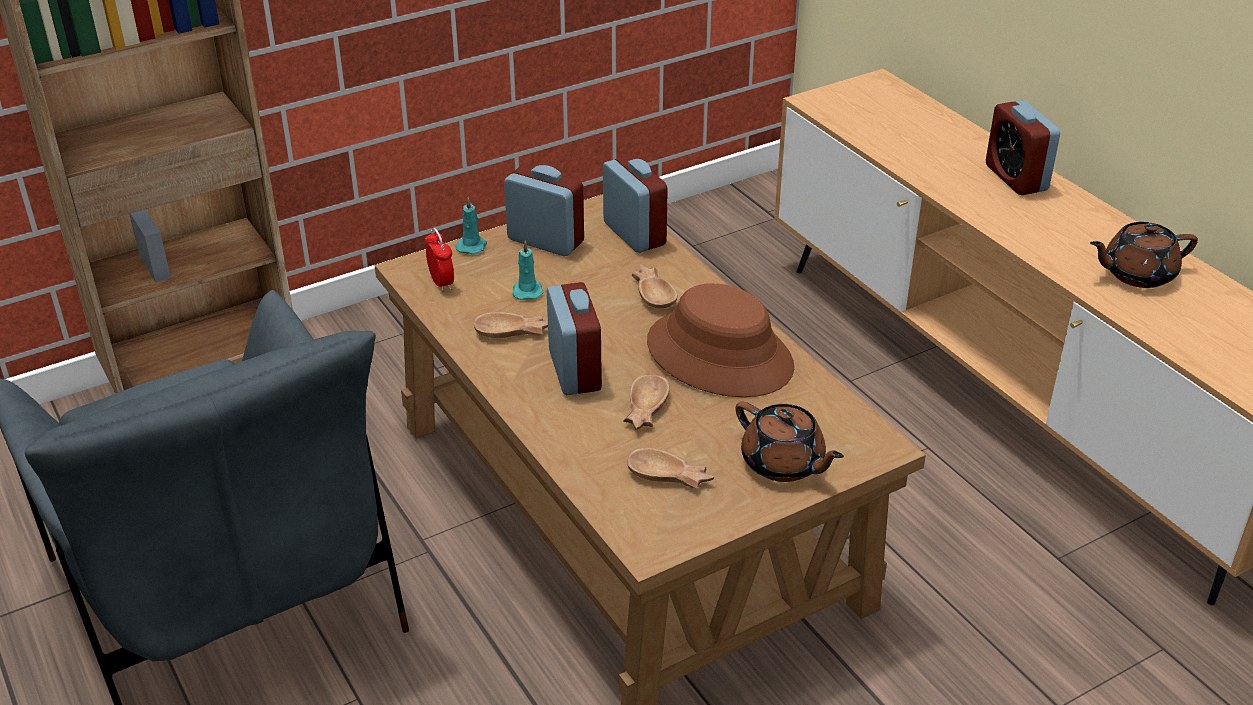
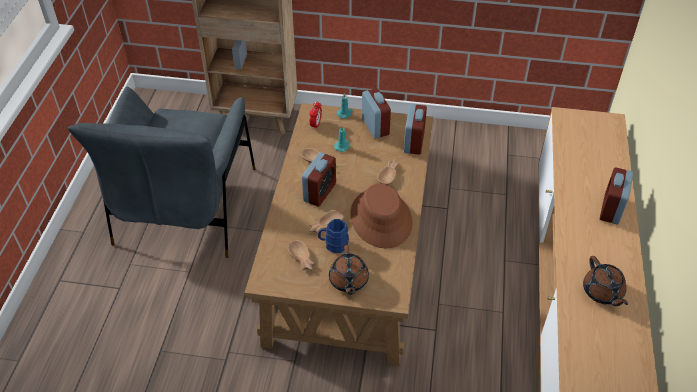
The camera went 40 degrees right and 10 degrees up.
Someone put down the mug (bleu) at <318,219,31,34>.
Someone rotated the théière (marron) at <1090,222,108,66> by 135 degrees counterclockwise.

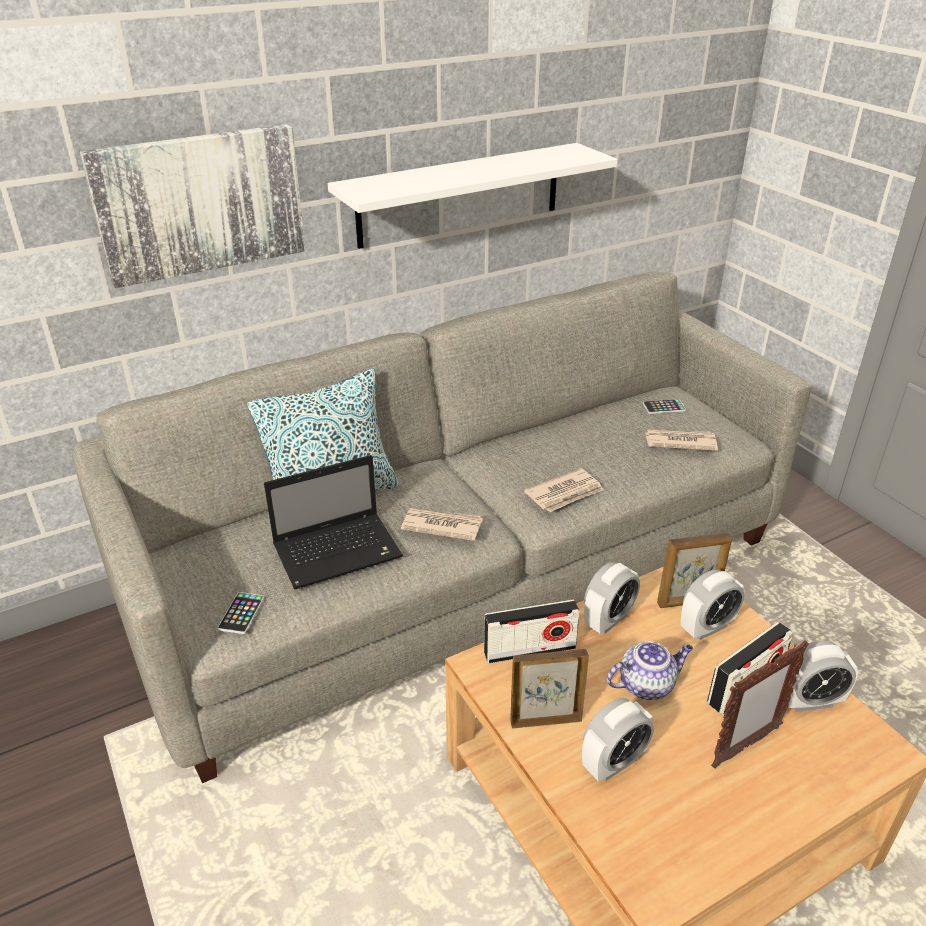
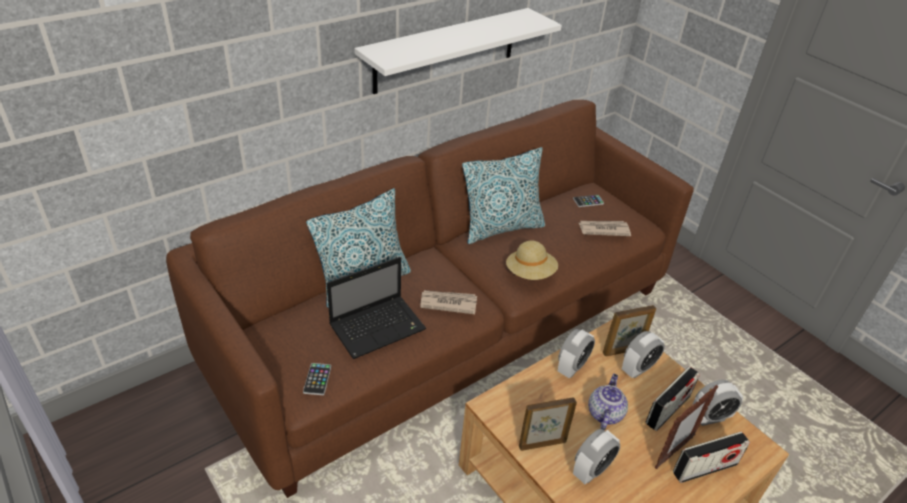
The camera went 10 degrees left and 5 degrees up.
Someone repainted the canapé (gris) at <73,272,739,511>, which became the canapé (marron) at <166,100,528,398>.
Someone put down the coussin at <462,147,83,97>.
Someone swapped the journal at <524,468,80,44> for the chapeau (beige) at <506,241,52,39>.
Someone rotated the théière at <607,641,86,59> by 45 degrees counterclockwise.
Someone carried the radio from <484,600,96,63> to <673,432,77,51>.
Someone took away the tableau at <80,124,226,164>.

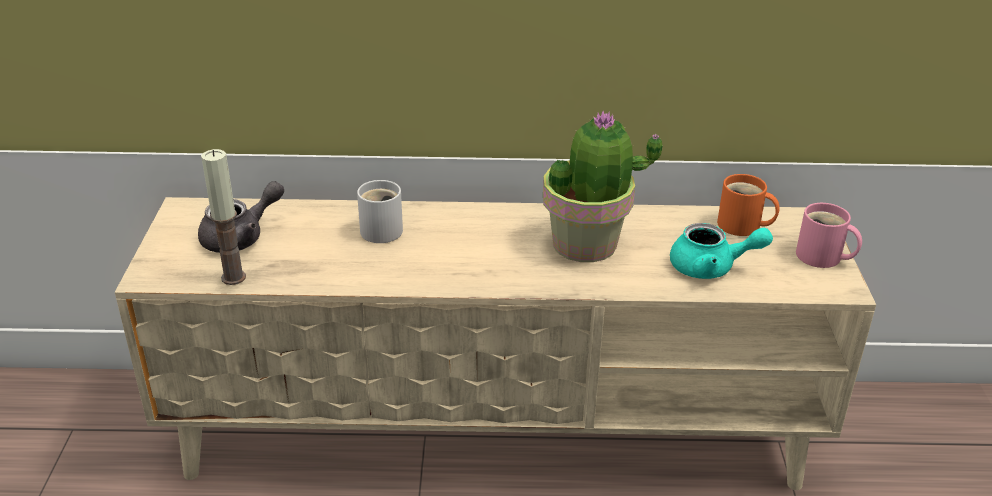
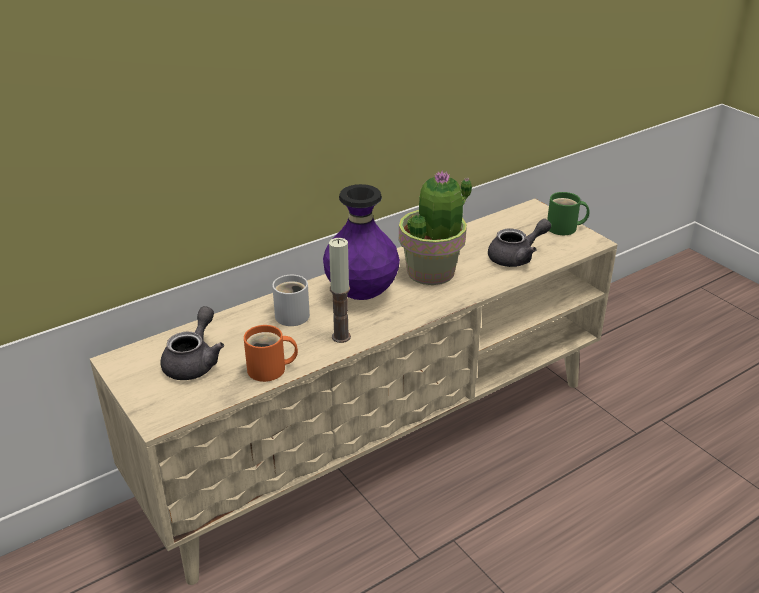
The camera went 35 degrees left and 0 degrees up.
Someone carried the mug (orange) from <717,174,63,62> to <244,325,54,57>.
Someone put down the vase (violet) at <323,184,77,116>.
Someone carried the bougie from <201,149,45,136> to <329,238,22,105>.
Someone repainted the théière (turquoise) at <670,223,103,56>, which became the théière (gris) at <488,219,63,48>.
Someone repainted the mug (rose) at <796,203,66,65>, which became the mug (vert) at <547,192,43,43>.

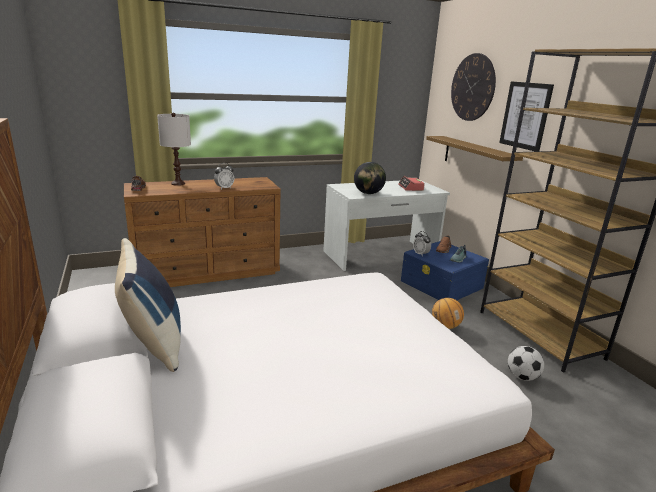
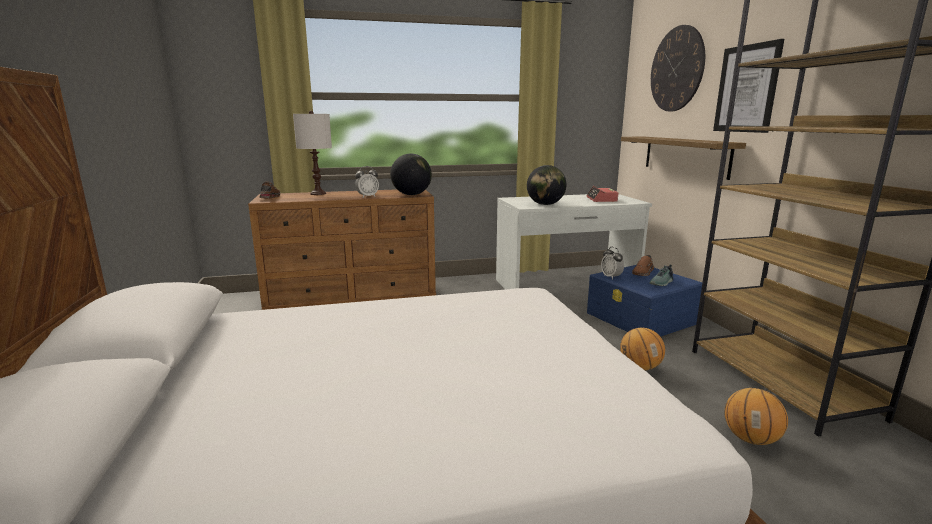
The camera went 10 degrees right and 5 degrees down.
Someone put down the globe at <390,154,42,41>.
Someone swapped the ballon de foot at <508,346,36,35> for the ballon de basket at <724,388,64,57>.
Someone took away the coussin (bleu) at <115,238,66,134>.

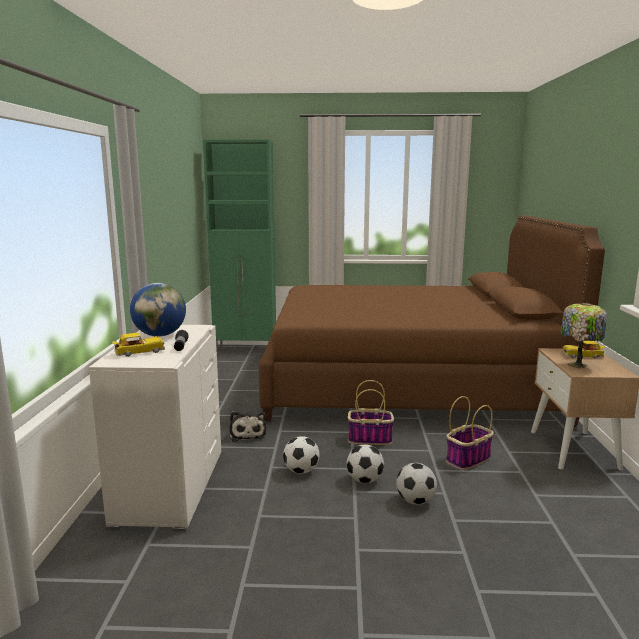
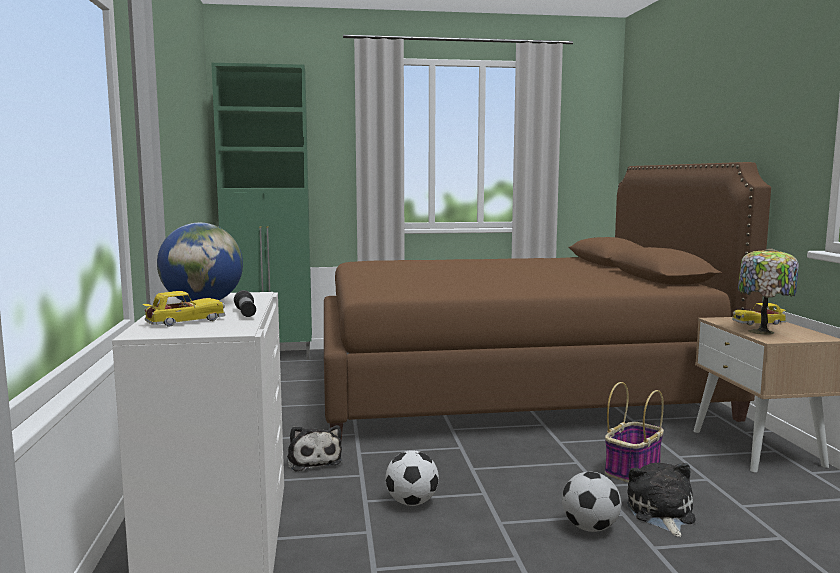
The camera went 10 degrees left and 5 degrees down.
Someone put down the peluche at <627,462,69,75>.
Someone took away the ballon de foot at <346,445,38,38>.
Someone took away the panier at <348,380,46,65>.

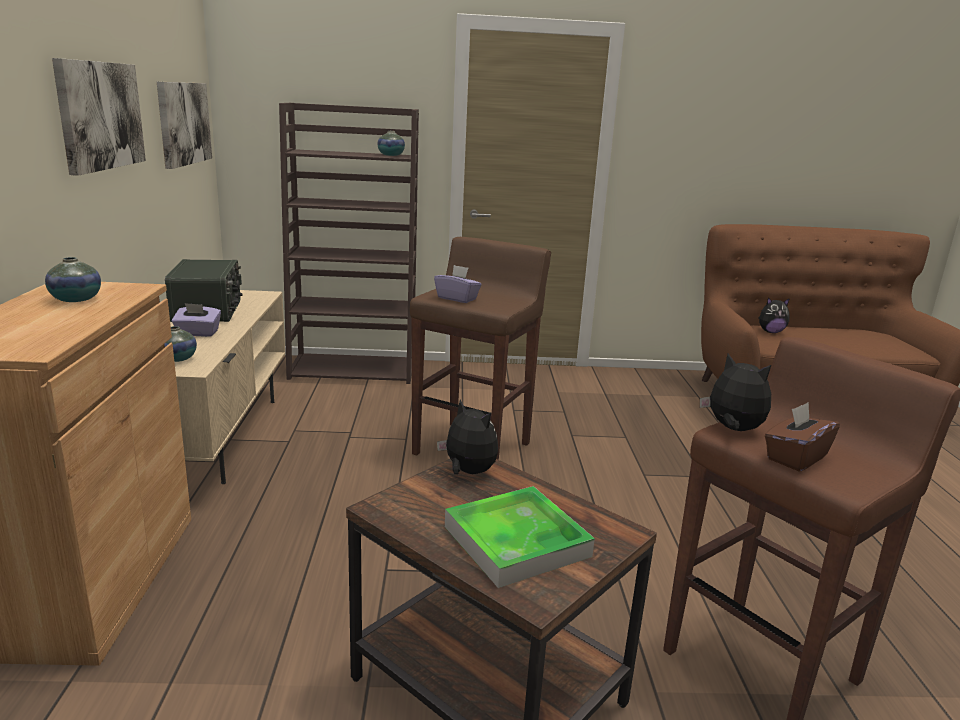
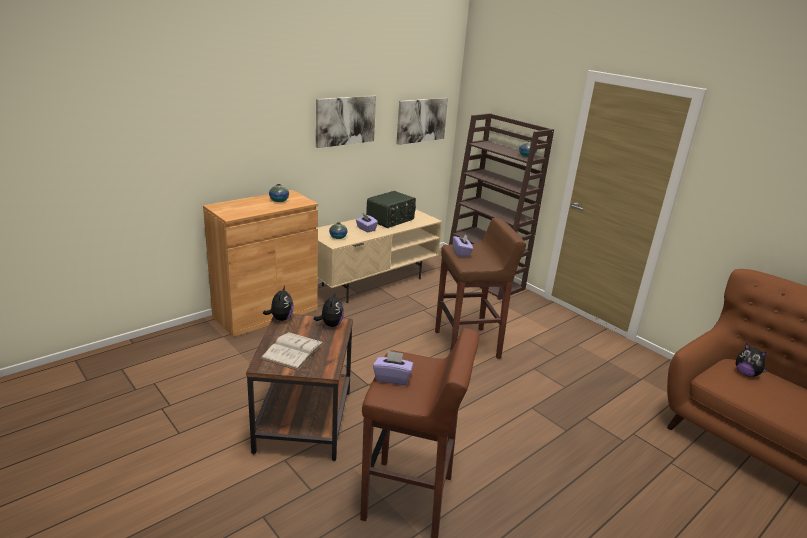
The camera went 50 degrees right and 5 degrees up.
Someone swapped the plateau at <445,486,150,102> for the livre (blanc) at <261,332,63,39>.
Someone carried the peluche from <700,354,71,77> to <263,286,31,35>.
Someone repainted the boîte à mouchoirs (marron) at <765,402,75,69>, which became the boîte à mouchoirs (violet) at <373,351,40,34>.

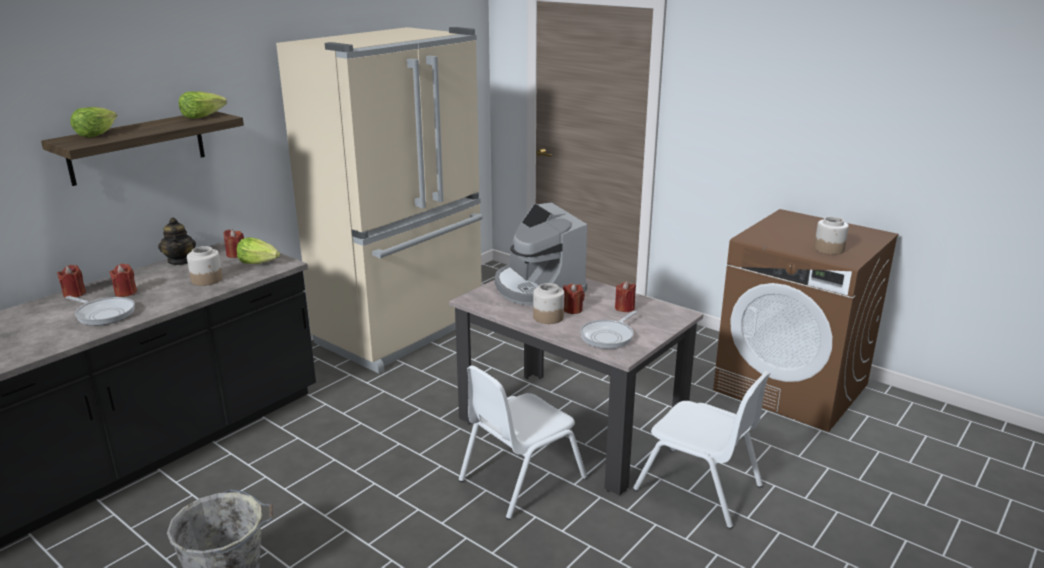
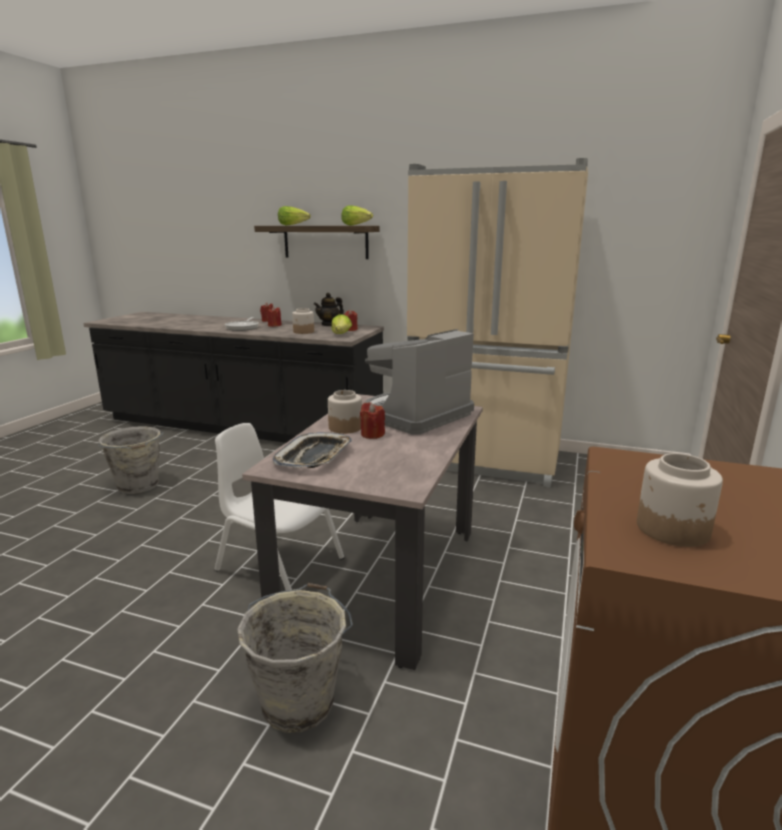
The camera went 70 degrees right and 5 degrees down.
Someone swapped the chaise (blanc) at <633,371,138,158> for the seau (gris) at <237,583,116,150>.
Someone swapped the poêle at <580,311,57,38> for the plateau at <273,432,79,36>.
Someone took away the bougie (rouge) at <615,281,21,31>.

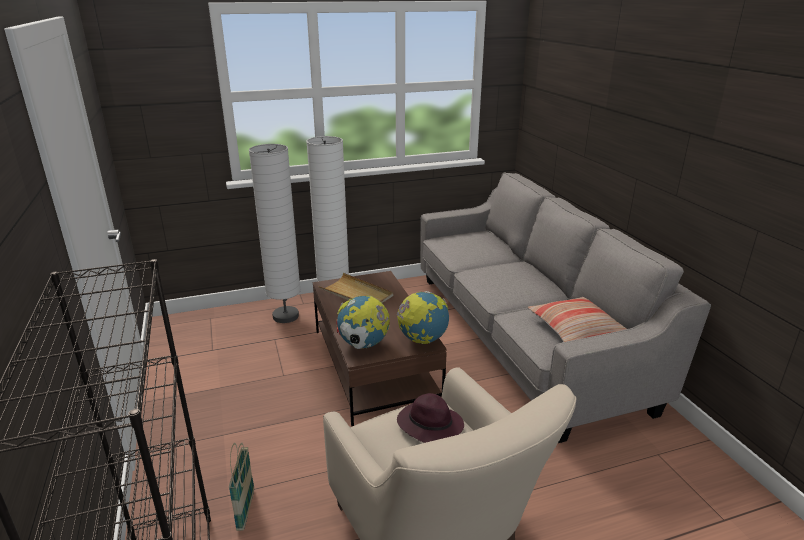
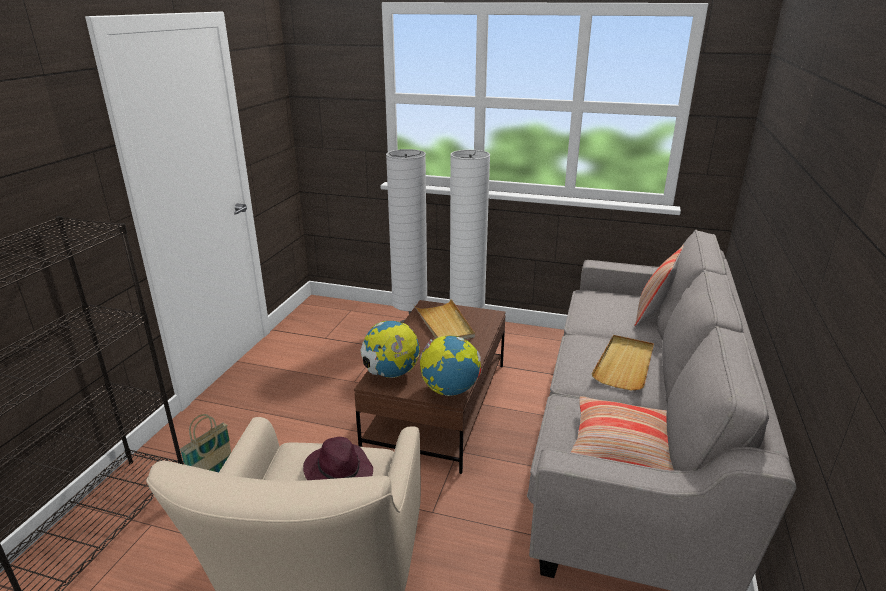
The camera went 35 degrees right and 0 degrees up.
Someone put down the plateau (beige) at <591,335,63,55>.
Someone put down the coussin at <634,245,50,82>.

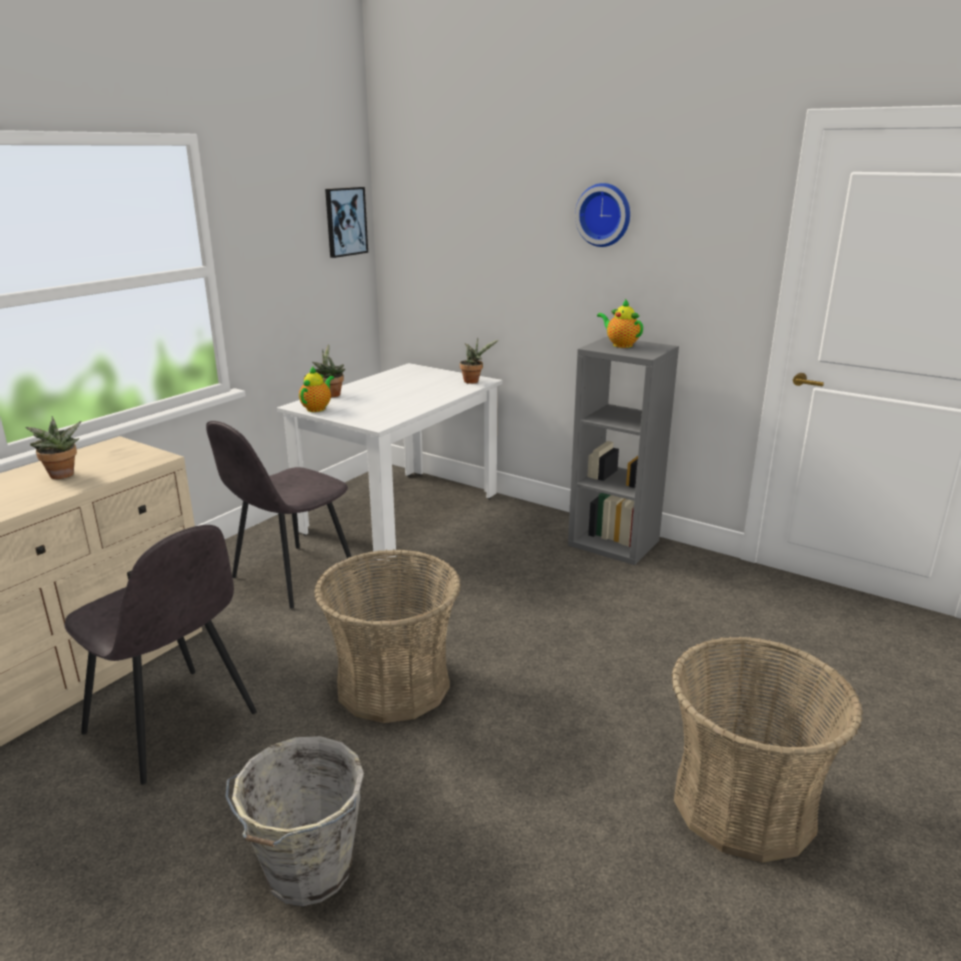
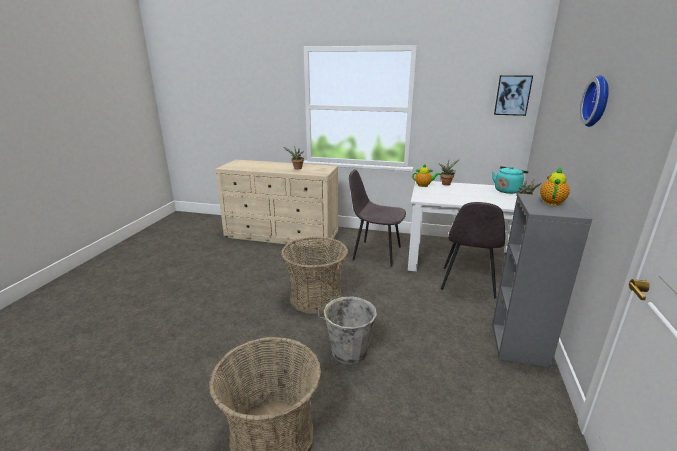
The camera went 70 degrees right and 0 degrees up.
Someone carried the seau (gris) from <225,736,139,170> to <317,296,60,68>.
Someone carried the chaise (gris) from <64,525,193,259> to <441,202,64,97>.
Someone put down the bouilloire (turquoise) at <492,166,37,28>.

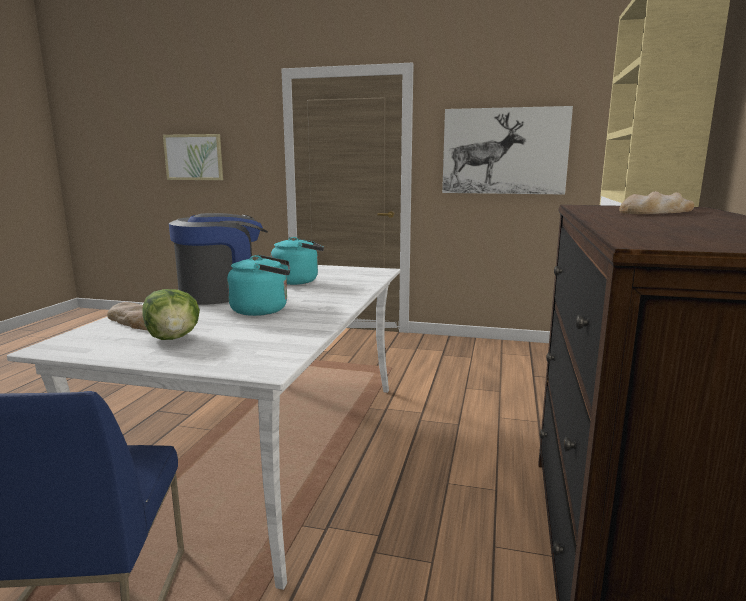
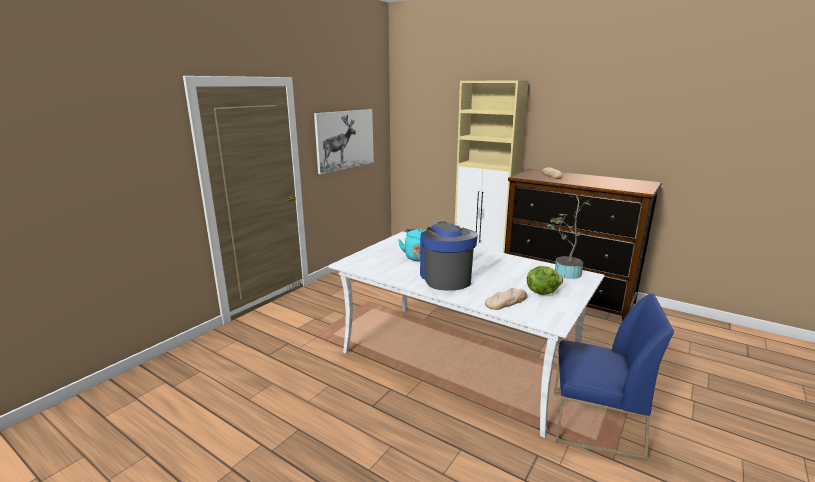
The camera went 70 degrees left and 5 degrees up.
Someone put down the plante en pot at <546,193,51,86>.
Someone took away the tableau at <163,134,60,46>.
Someone took away the bouilloire (turquoise) at <227,255,63,61>.

